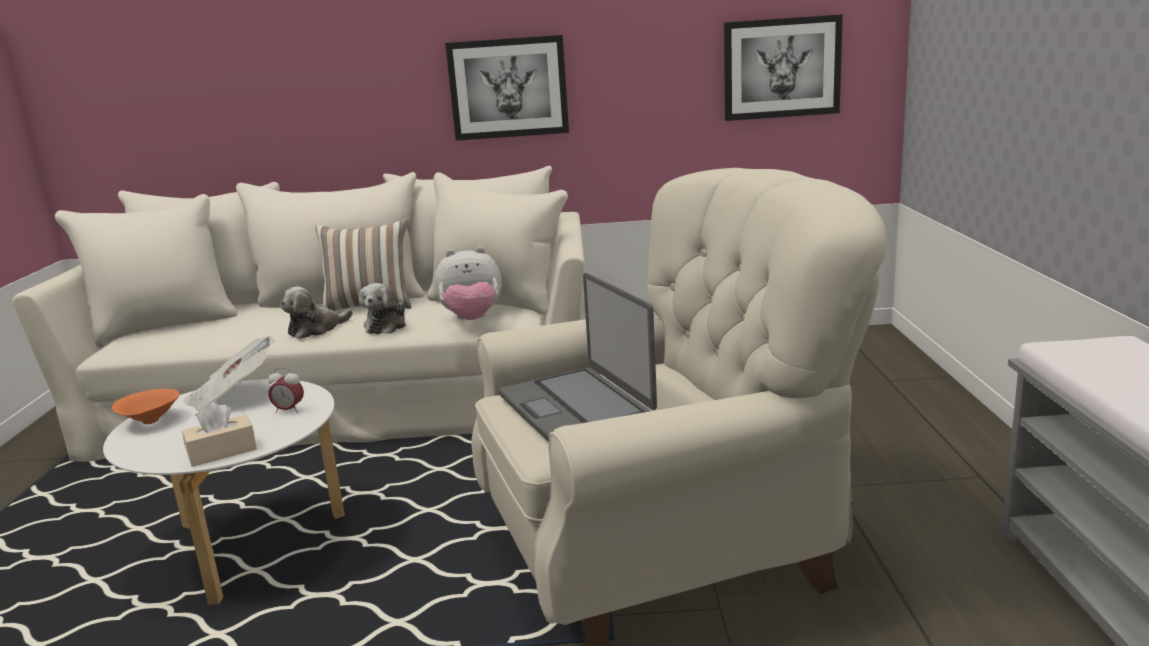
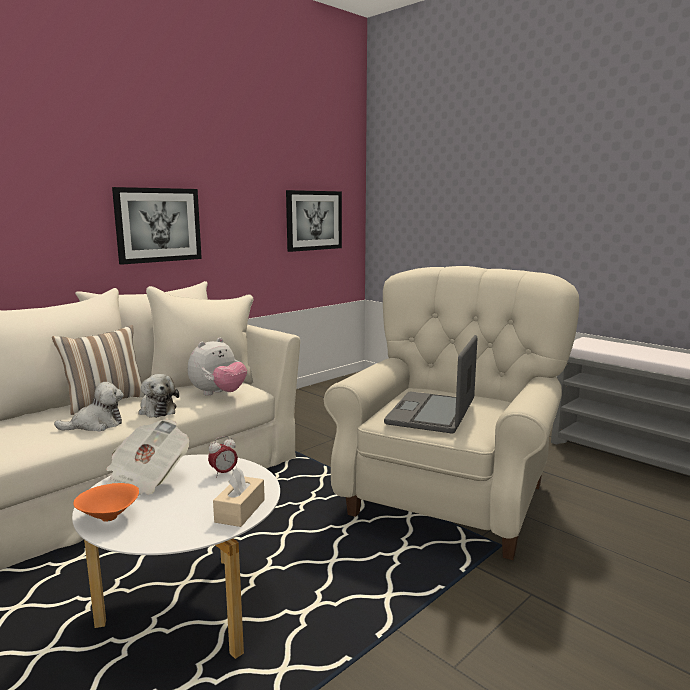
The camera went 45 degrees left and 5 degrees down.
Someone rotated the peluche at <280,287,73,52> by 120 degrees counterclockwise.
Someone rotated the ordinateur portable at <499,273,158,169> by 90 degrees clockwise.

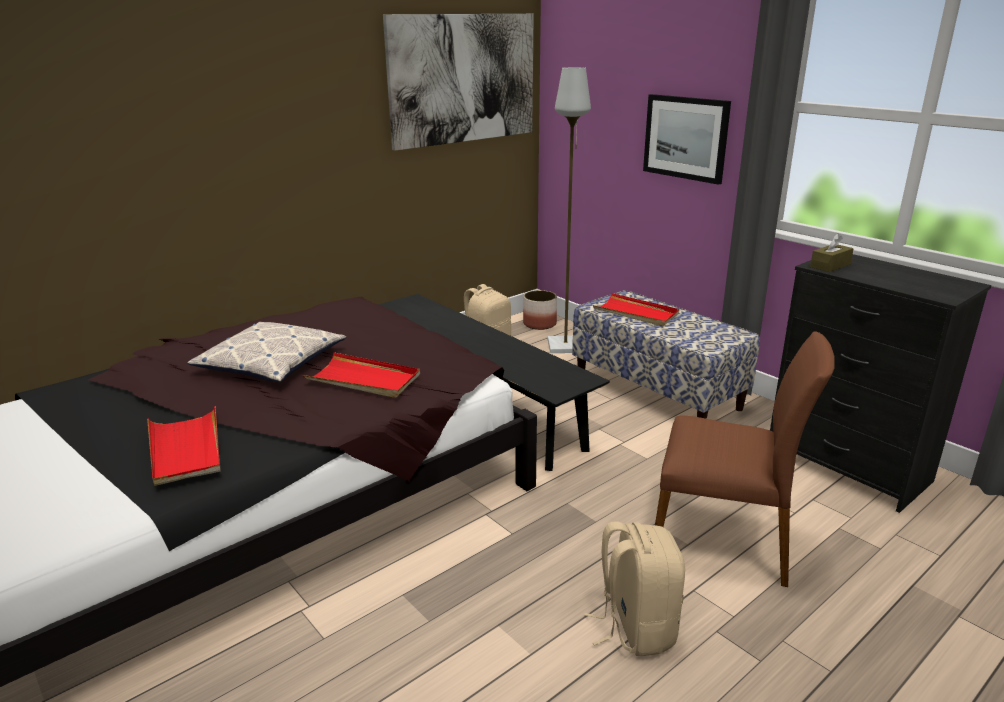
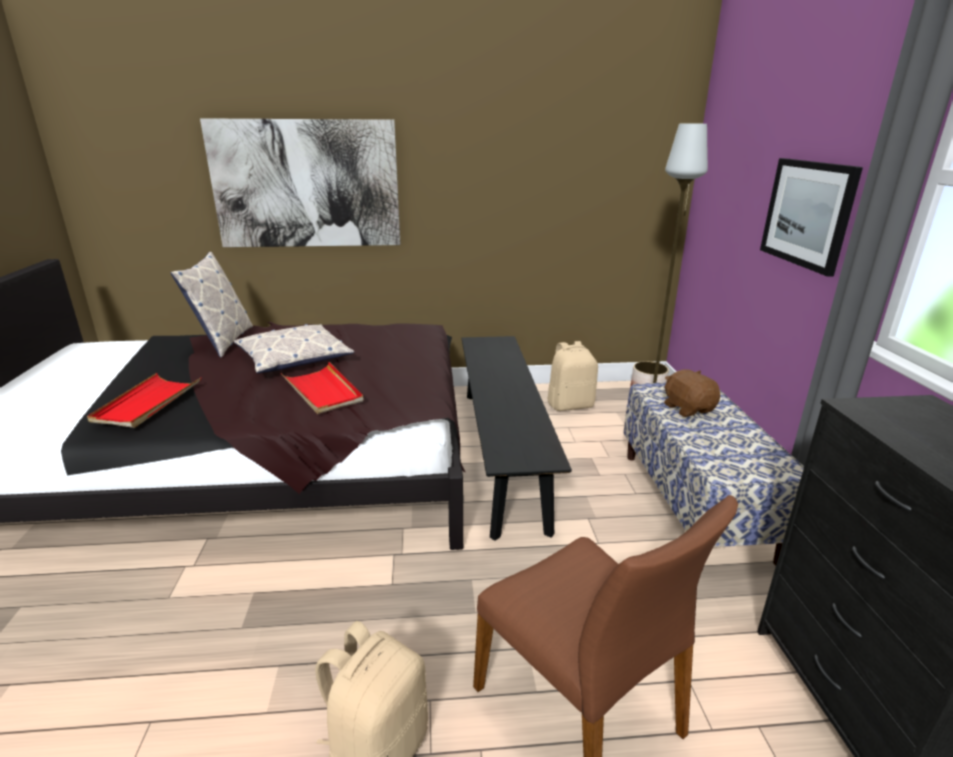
The camera went 35 degrees right and 0 degrees up.
Someone put down the coussin at <170,252,83,106>.
Someone carried the tableau from <383,14,151,137> to <200,118,201,129>.
Someone swapped the plateau (rouge) at <593,293,86,33> for the peluche (marron) at <664,369,56,48>.
Someone took away the boîte à mouchoirs (marron) at <810,233,44,39>.

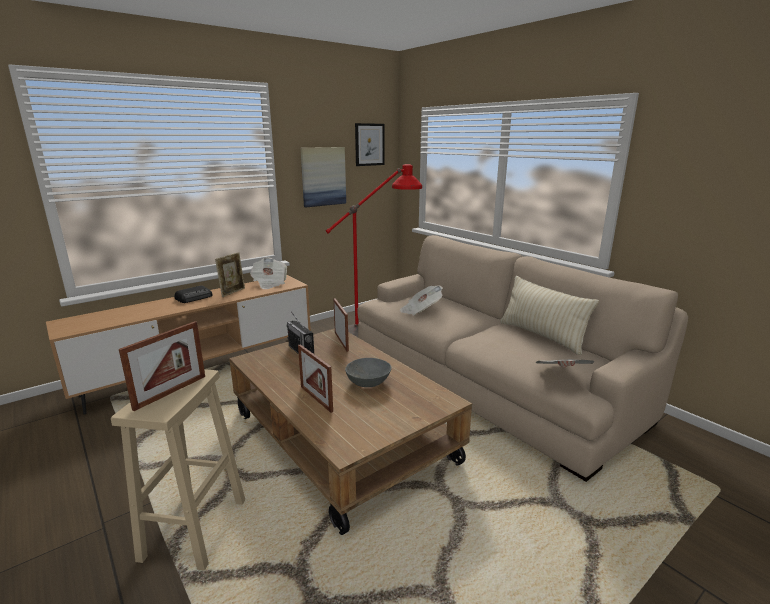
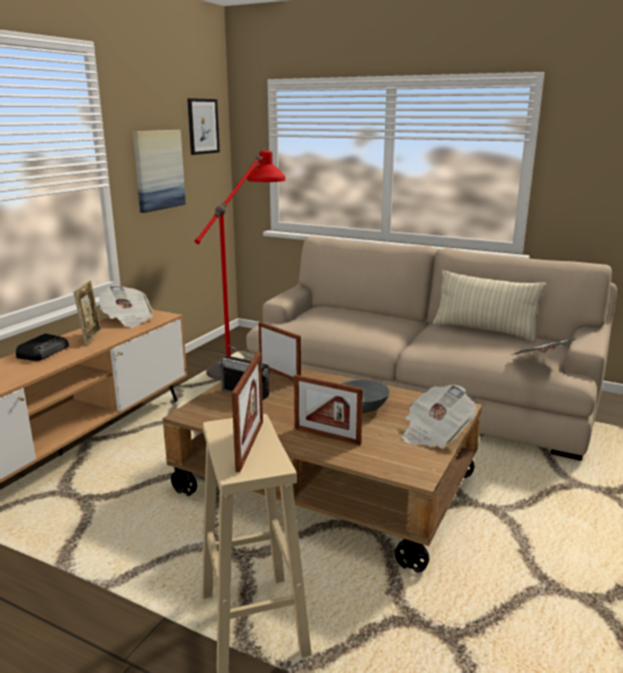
The camera went 25 degrees left and 0 degrees up.
Someone carried the journal from <399,285,44,30> to <402,385,74,63>.

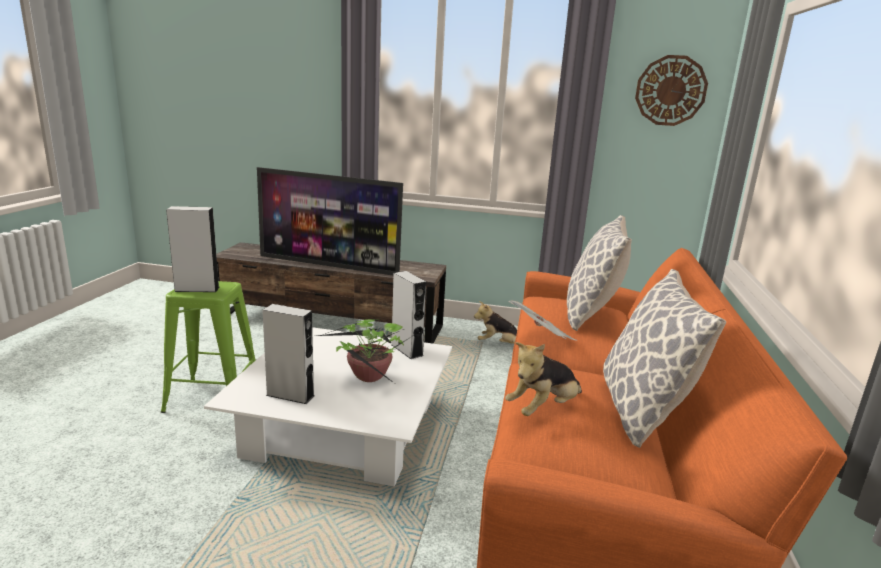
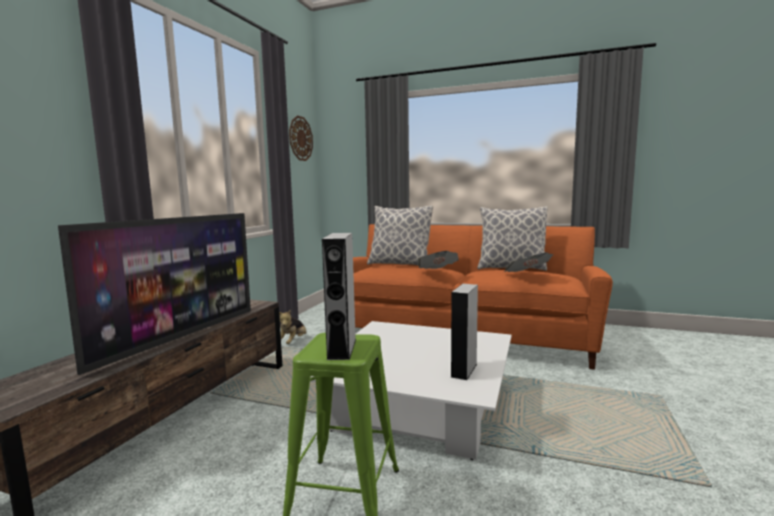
The camera went 80 degrees left and 10 degrees down.
Someone swapped the peluche at <505,342,77,74> for the journal at <504,252,49,20>.
Someone took away the plante en pot at <317,319,92,64>.
Someone took away the enceinte (gris) at <392,271,34,88>.

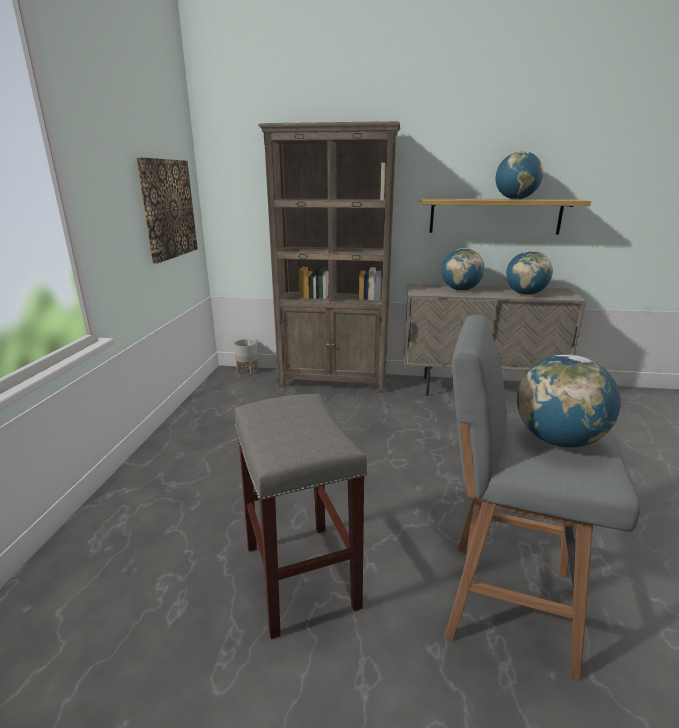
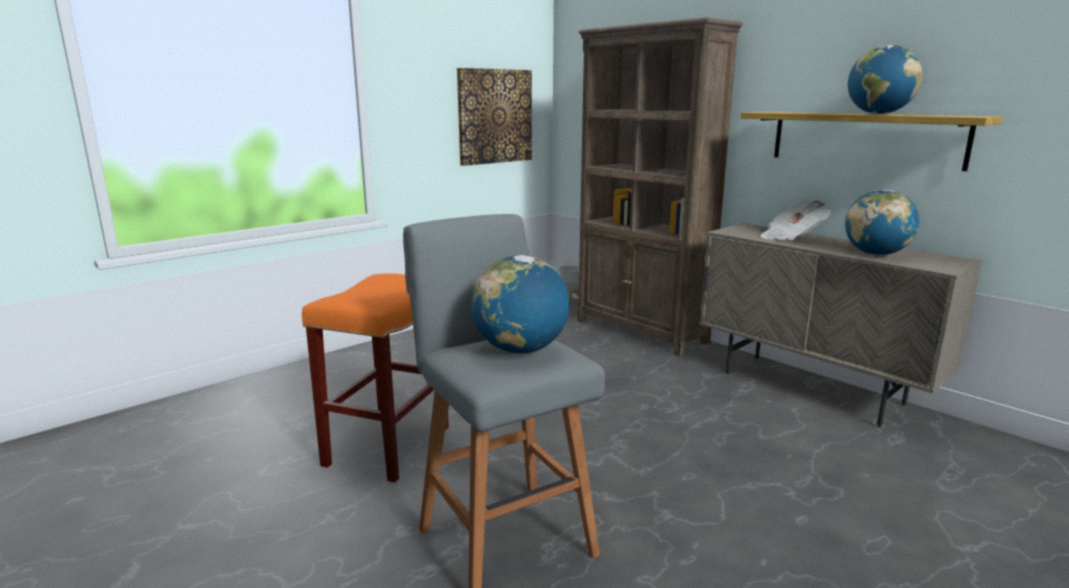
The camera went 40 degrees right and 5 degrees down.
Someone repainted the tabouret (gris) at <235,394,132,245>, which became the tabouret (orange) at <302,273,147,210>.
Someone swapped the globe at <441,248,44,43> for the journal at <761,200,70,40>.

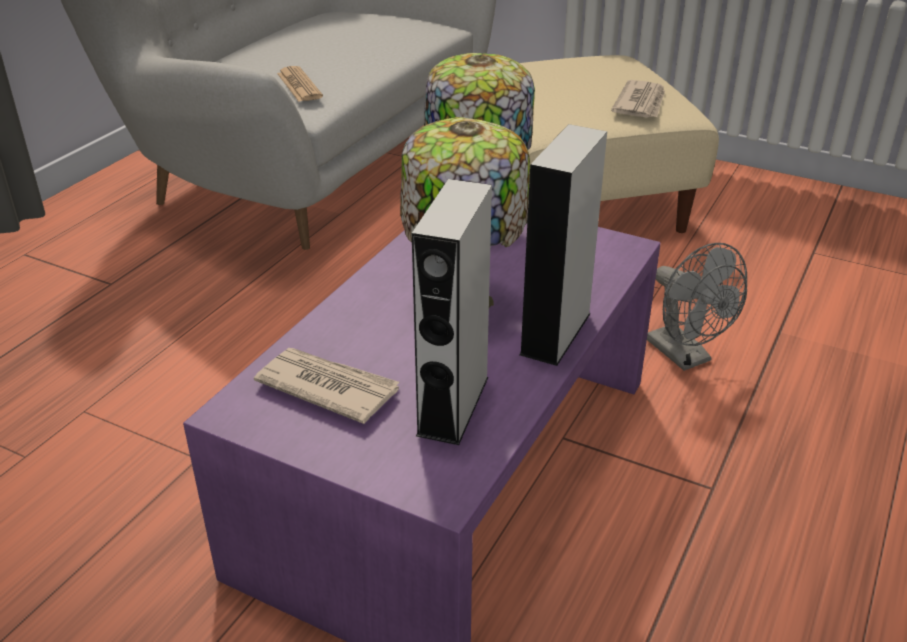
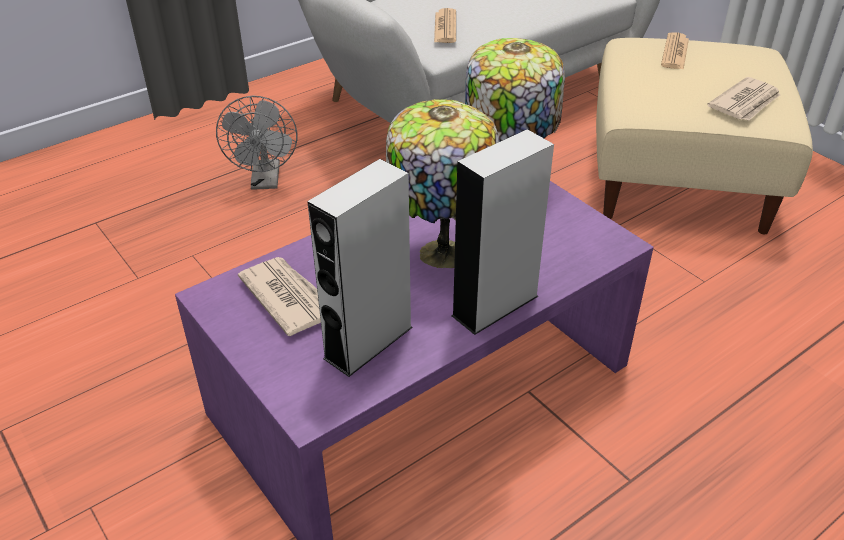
The camera went 25 degrees right and 5 degrees up.
Someone carried the ventilateur (gris) from <647,243,100,128> to <216,96,82,94>.
Someone put down the journal at <661,32,28,38>.

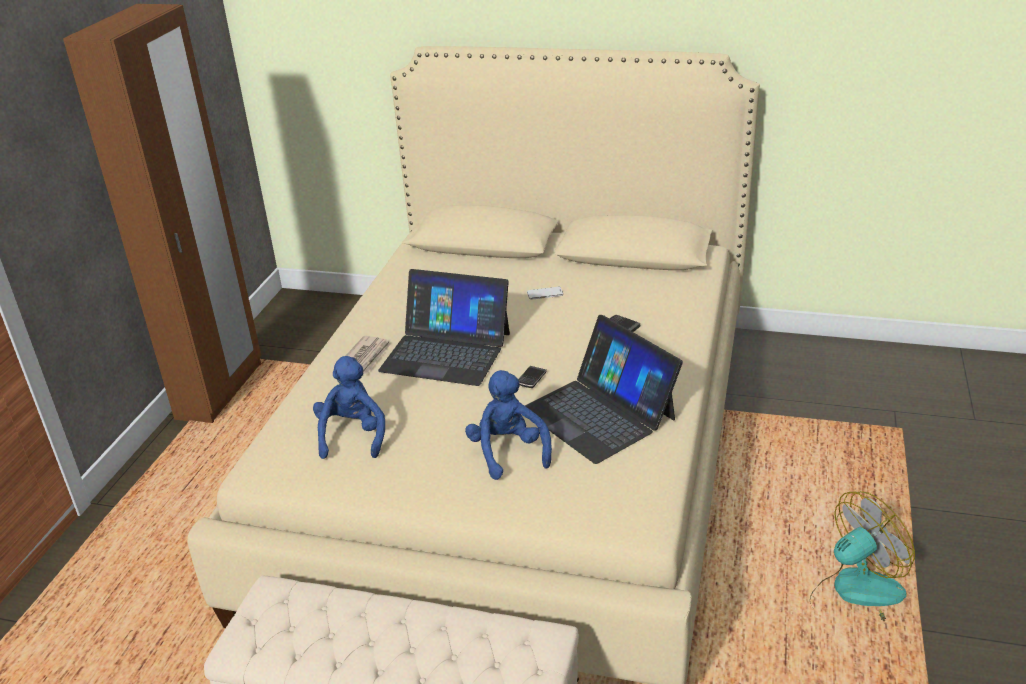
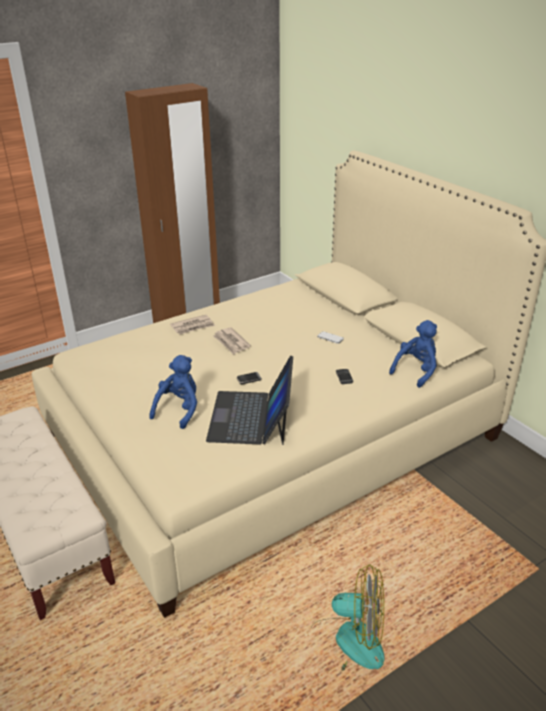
The camera went 40 degrees right and 0 degrees up.
Someone swapped the ordinateur portable at <378,269,132,117> for the journal at <213,327,38,28>.
Someone carried the peluche (bleu) from <313,356,72,103> to <389,320,48,68>.

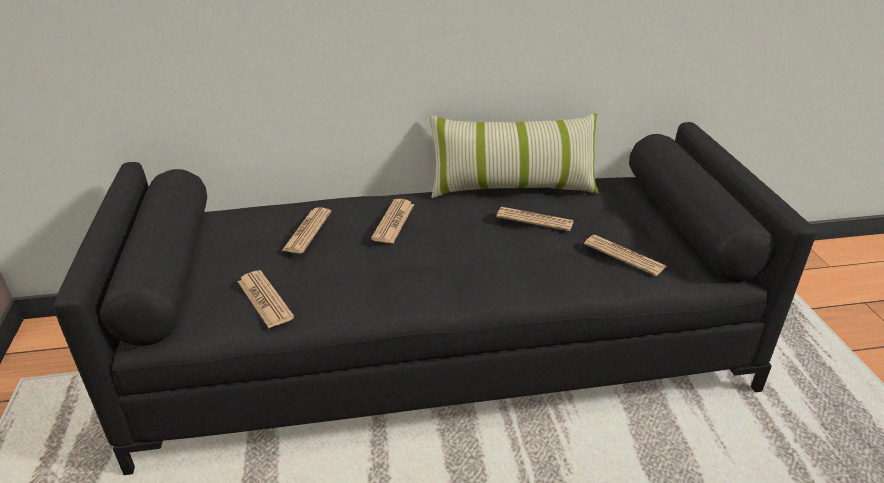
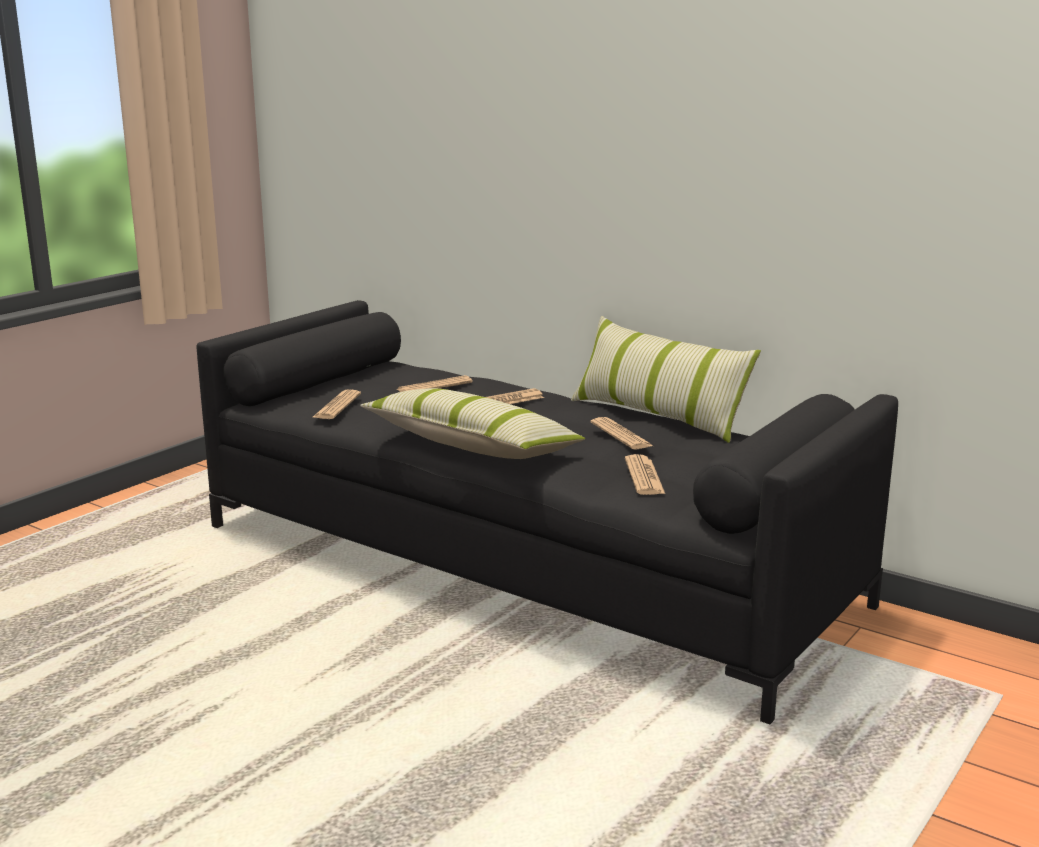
The camera went 45 degrees right and 15 degrees down.
Someone put down the coussin at <360,388,225,71>.

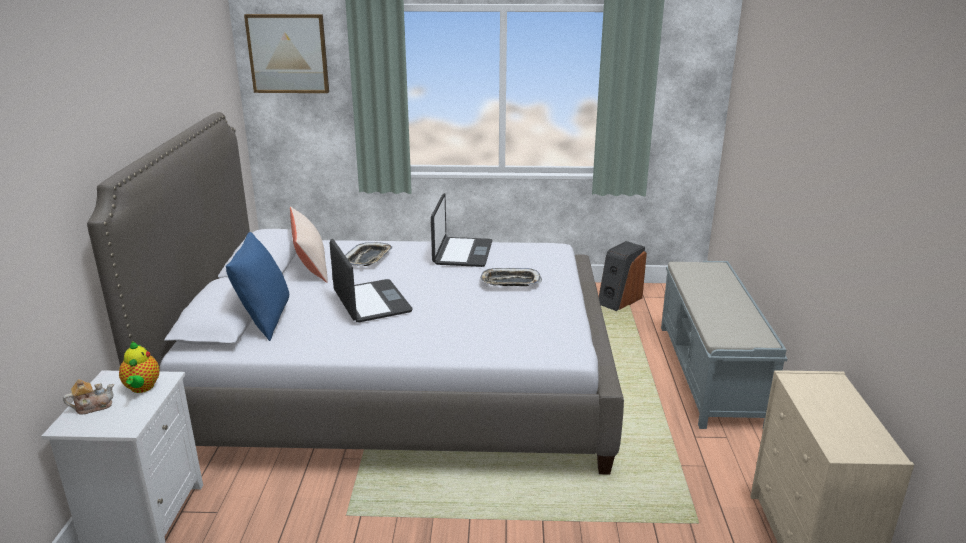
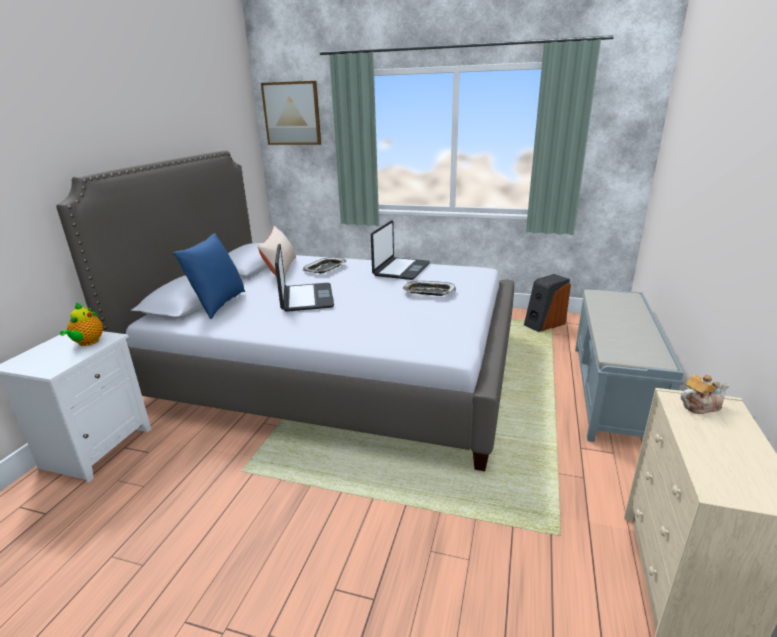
The camera went 15 degrees right and 0 degrees up.
Someone carried the théière from <63,379,51,36> to <681,374,49,40>.

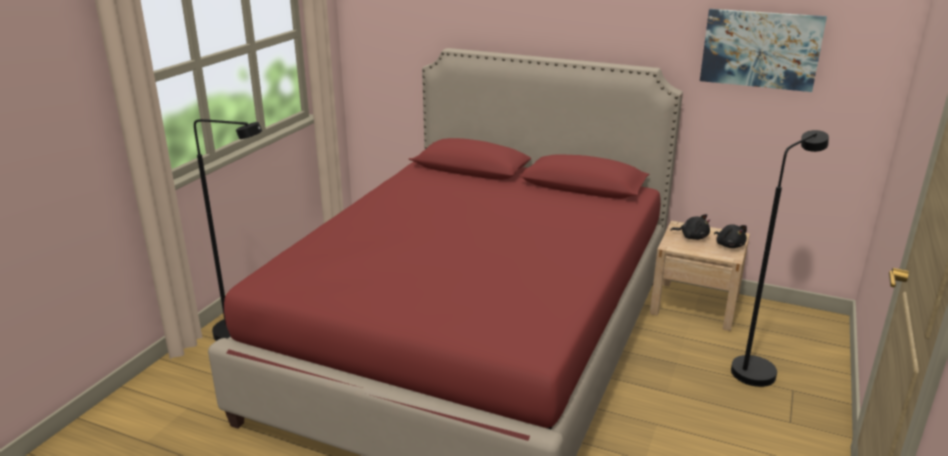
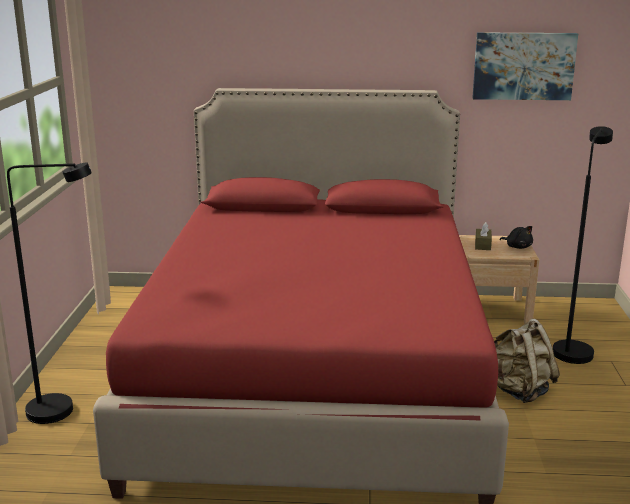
The camera went 20 degrees left and 5 degrees down.
Someone swapped the peluche (noir) at <670,214,40,26> for the boîte à mouchoirs (marron) at <475,223,17,27>.
Someone put down the sac à dos (beige) at <494,319,66,84>.

